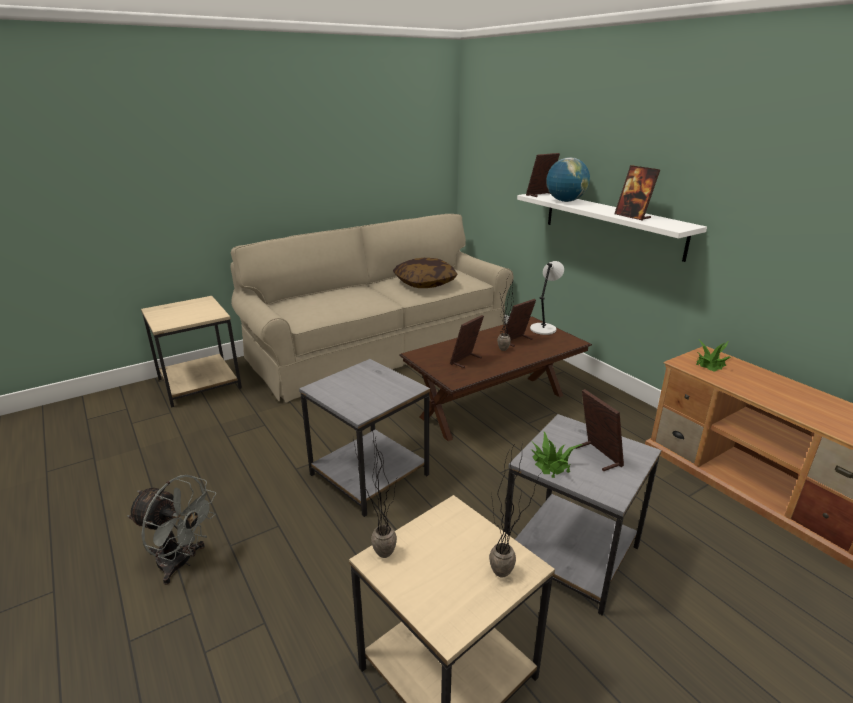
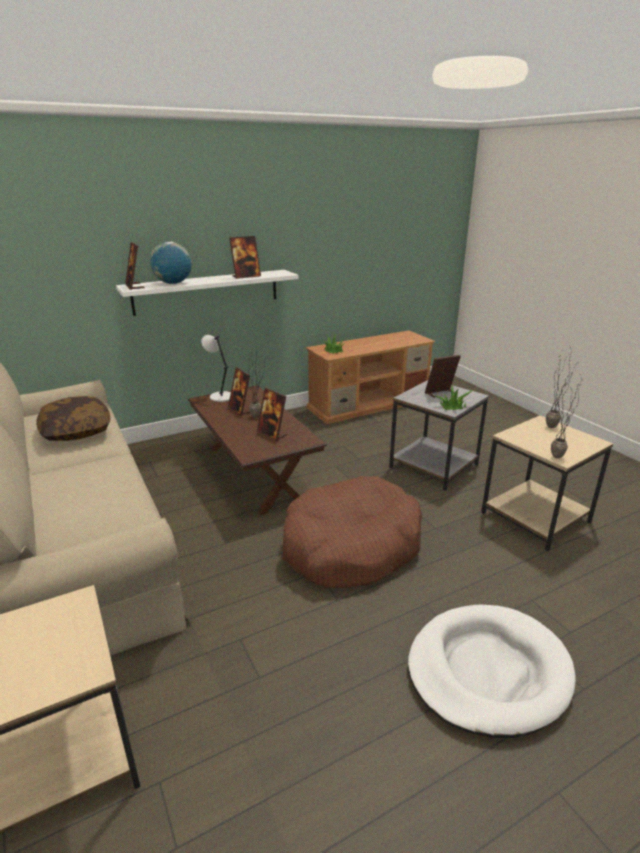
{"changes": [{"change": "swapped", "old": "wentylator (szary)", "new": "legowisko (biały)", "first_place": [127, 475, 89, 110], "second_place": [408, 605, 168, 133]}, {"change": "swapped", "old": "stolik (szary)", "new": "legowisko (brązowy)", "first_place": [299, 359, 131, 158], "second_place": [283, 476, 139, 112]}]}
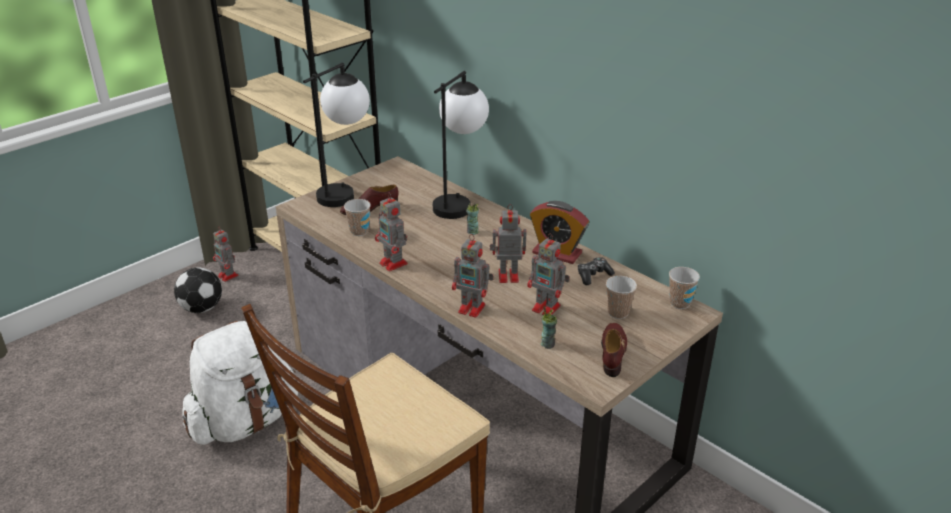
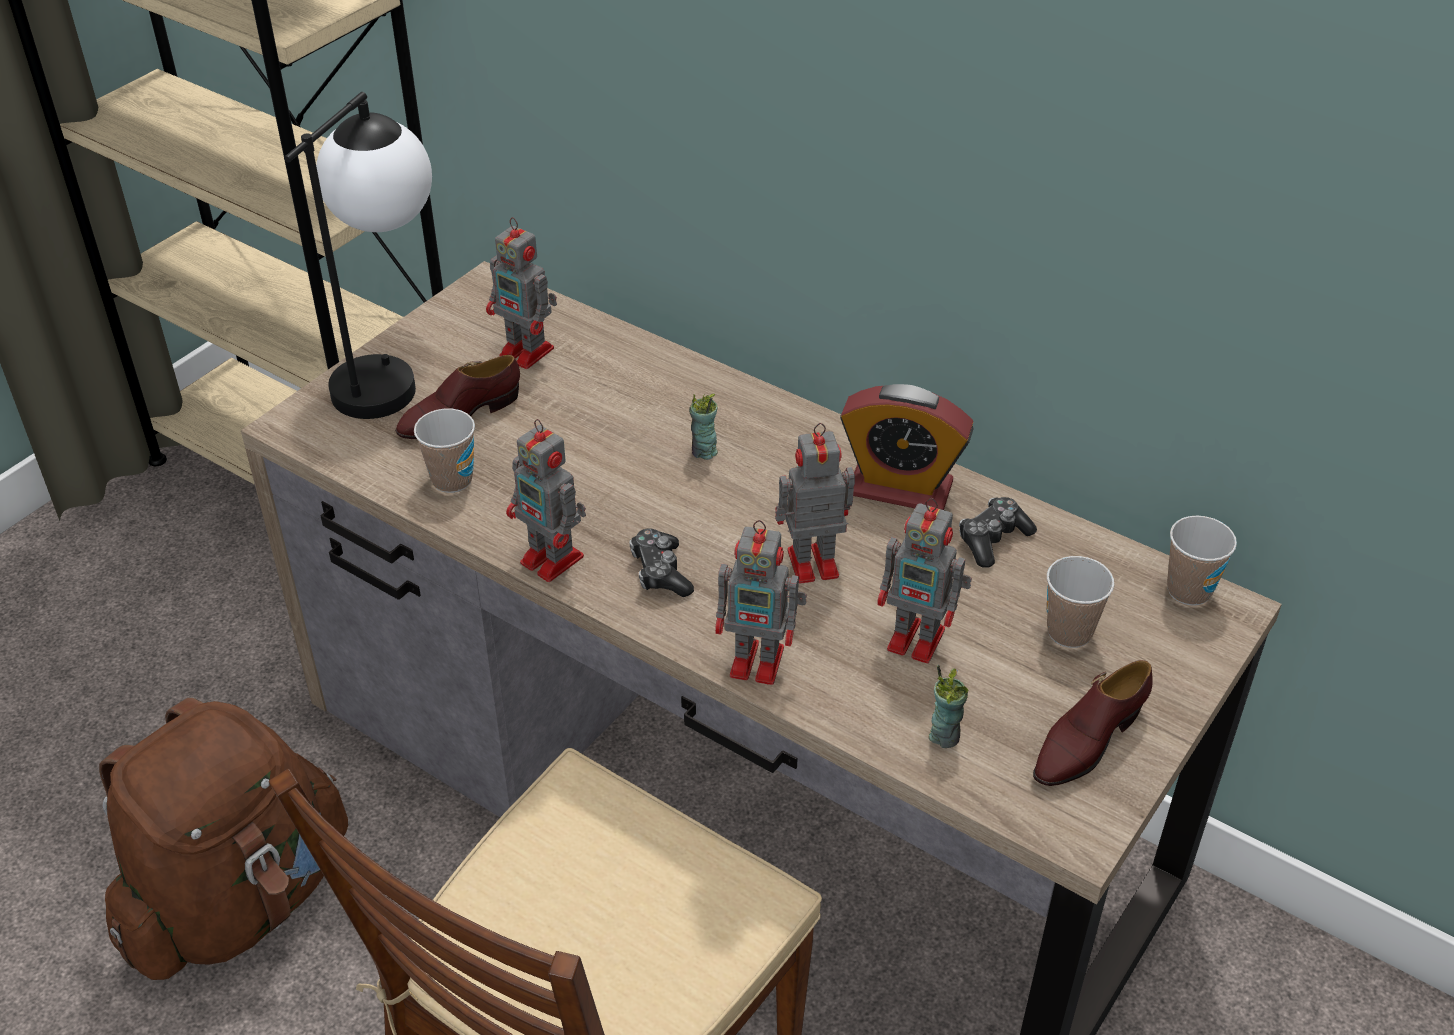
{"changes": [{"change": "gone", "old": "piłka futbolowa", "first_place": [174, 267, 48, 46]}, {"change": "gone", "old": "lampa stołowa", "first_place": [433, 71, 56, 148]}, {"change": "new", "new": "pad do gier", "second_place": [630, 528, 64, 69]}, {"change": "shifted", "old": "robot zabawkowy", "first_place": [213, 227, 25, 55], "second_place": [486, 217, 71, 152]}, {"change": "repainted", "old": "plecak (biały)", "new": "plecak (brązowy)", "first_place": [182, 321, 116, 124], "second_place": [99, 698, 249, 282]}, {"change": "rotated", "old": "but (brązowy)", "first_place": [601, 323, 26, 54], "second_place": [1033, 660, 120, 126], "degrees": -135}]}
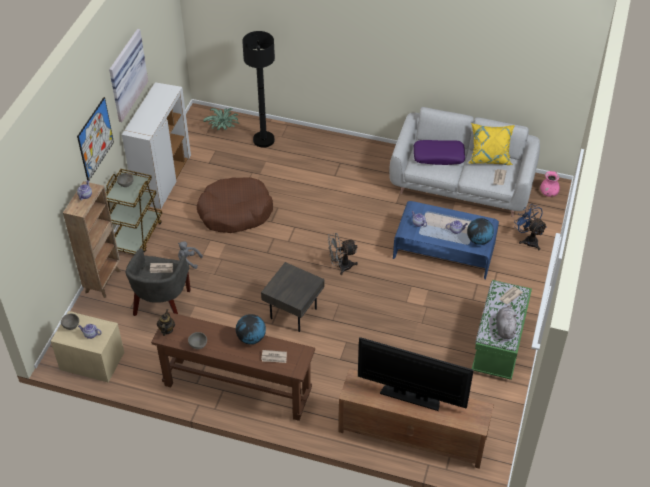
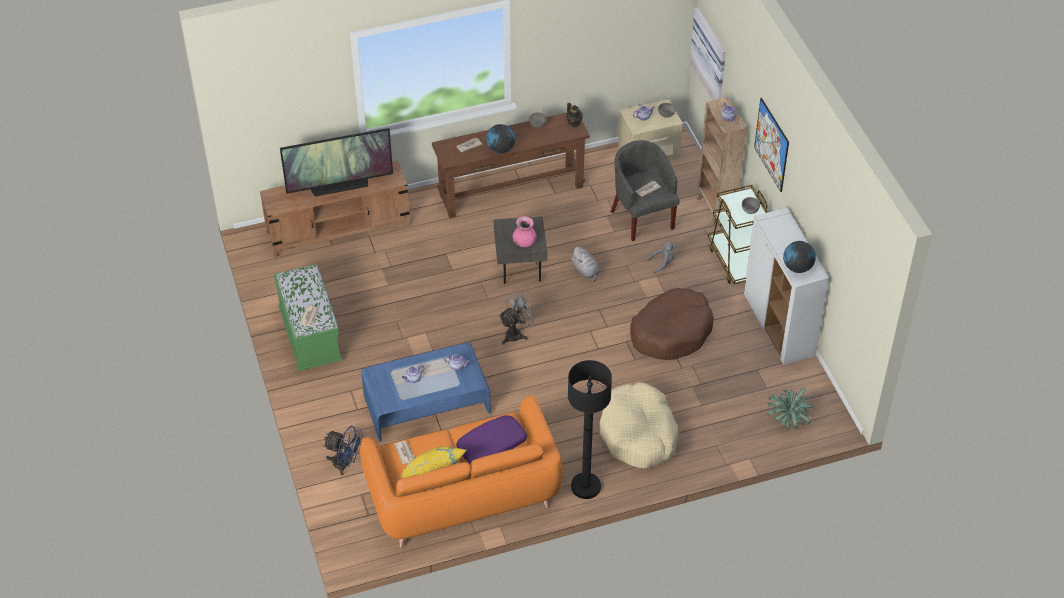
{"changes": [{"change": "new", "new": "legowisko (beżowy)", "second_place": [599, 382, 80, 86]}, {"change": "shifted", "old": "obraz", "first_place": [109, 29, 39, 93], "second_place": [690, 7, 36, 94]}, {"change": "shifted", "old": "lampa stojąca (czarny)", "first_place": [242, 31, 33, 117], "second_place": [568, 360, 44, 139]}, {"change": "shifted", "old": "globus", "first_place": [467, 218, 27, 27], "second_place": [783, 241, 33, 32]}, {"change": "shifted", "old": "pluszak (szary)", "first_place": [496, 304, 21, 35], "second_place": [570, 246, 30, 36]}, {"change": "shifted", "old": "wazon (różowy)", "first_place": [540, 171, 20, 26], "second_place": [513, 216, 24, 31]}, {"change": "repainted", "old": "kanapa (szary)", "new": "kanapa (pomarańczowy)", "first_place": [389, 107, 151, 110], "second_place": [360, 395, 203, 153]}]}
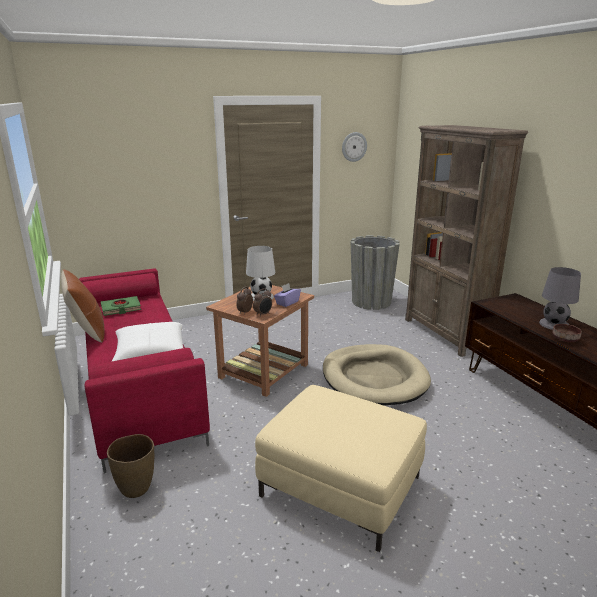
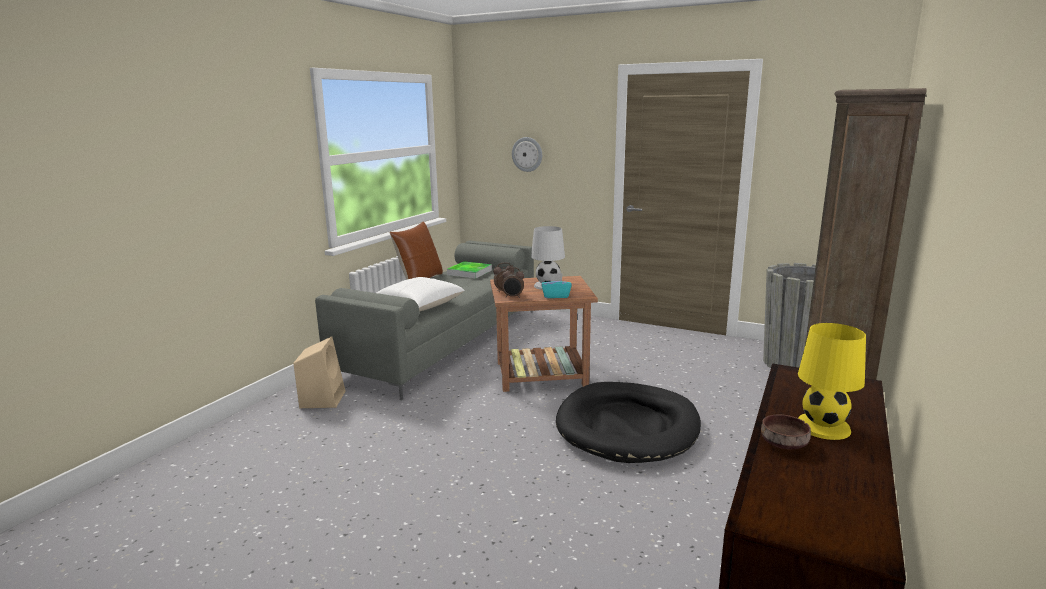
{"changes": [{"change": "gone", "old": "pufa (beżowy)", "first_place": [255, 385, 172, 167]}, {"change": "shifted", "old": "zegar ścienny", "first_place": [342, 132, 25, 30], "second_place": [512, 137, 30, 35]}, {"change": "swapped", "old": "książka (zielony)", "new": "taca", "first_place": [101, 296, 40, 20], "second_place": [447, 261, 45, 18]}, {"change": "swapped", "old": "wazon (brązowy)", "new": "głośnik (beżowy)", "first_place": [107, 434, 47, 64], "second_place": [294, 336, 51, 72]}, {"change": "repainted", "old": "kanapa (czerwony)", "new": "kanapa (szary)", "first_place": [79, 268, 131, 206], "second_place": [315, 241, 219, 159]}, {"change": "repainted", "old": "pudełko chusteczek (fioletowy)", "new": "pudełko chusteczek (turkusowy)", "first_place": [274, 283, 27, 24], "second_place": [541, 273, 31, 25]}, {"change": "repainted", "old": "legowisko (beżowy)", "new": "legowisko (czarny)", "first_place": [323, 344, 108, 61], "second_place": [556, 382, 145, 81]}, {"change": "repainted", "old": "lampa stołowa (szary)", "new": "lampa stołowa (żółty)", "first_place": [539, 267, 42, 63], "second_place": [798, 323, 68, 117]}]}
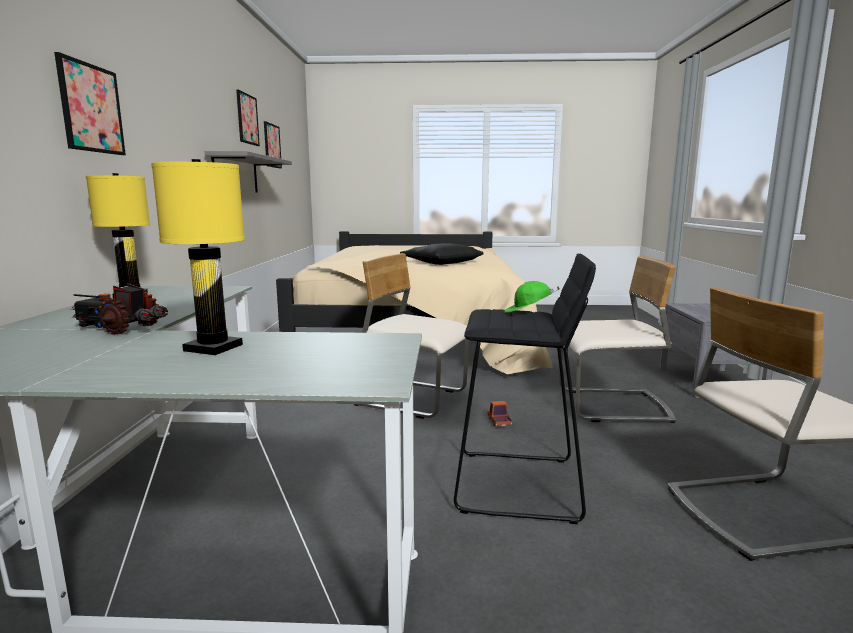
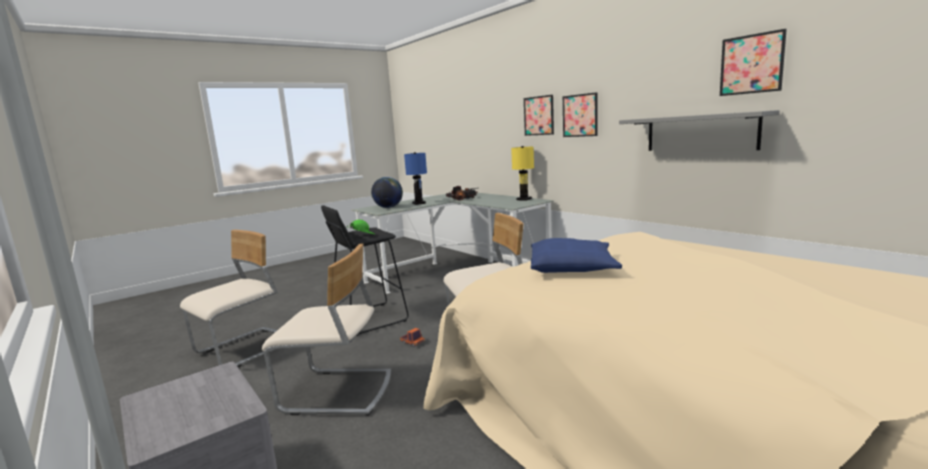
{"changes": [{"change": "new", "new": "globus", "second_place": [371, 177, 32, 31]}, {"change": "shifted", "old": "obraz", "first_place": [264, 121, 18, 47], "second_place": [563, 92, 35, 45]}, {"change": "repainted", "old": "lampa stołowa (żółty)", "new": "lampa stołowa (niebieski)", "first_place": [151, 159, 94, 196], "second_place": [404, 152, 23, 53]}, {"change": "repainted", "old": "poduszka (czarny)", "new": "poduszka (niebieski)", "first_place": [400, 243, 83, 22], "second_place": [531, 238, 91, 35]}, {"change": "rotated", "old": "krzesło (beżowy)", "first_place": [559, 256, 117, 167], "second_place": [262, 244, 129, 172], "degrees": -135}]}
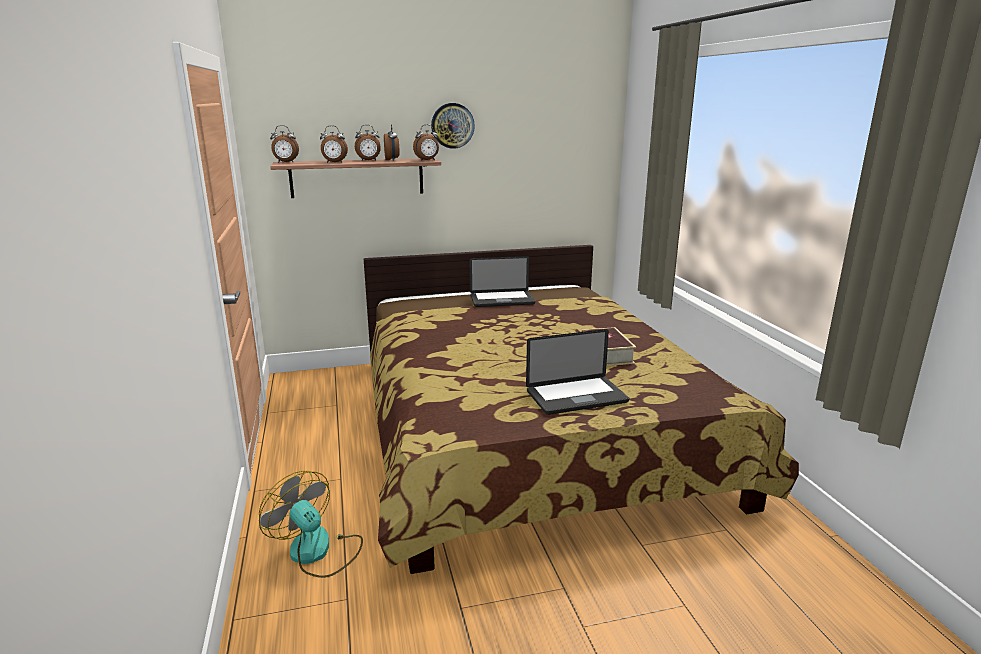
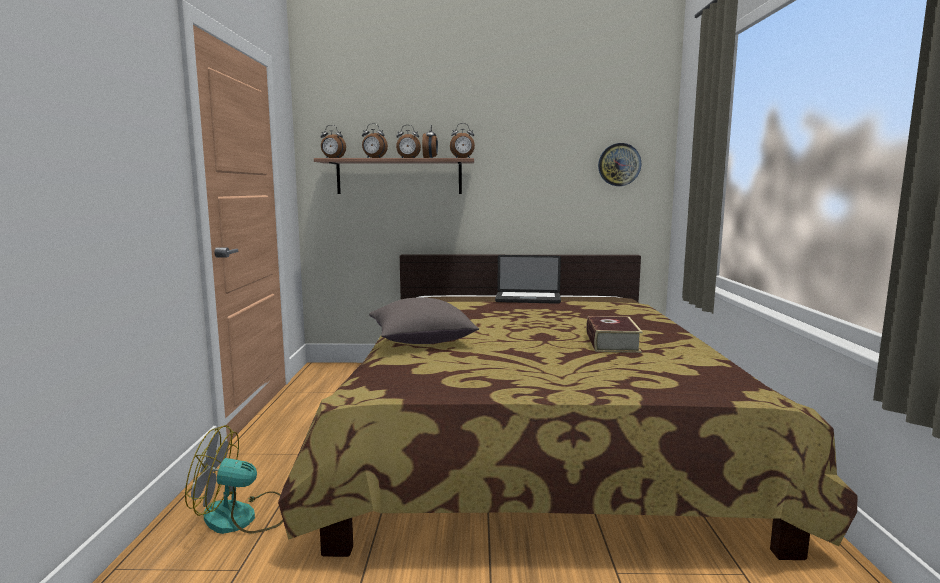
{"changes": [{"change": "gone", "old": "laptop", "first_place": [526, 329, 103, 86]}, {"change": "new", "new": "poduszka (szary)", "second_place": [369, 298, 110, 46]}, {"change": "shifted", "old": "zegar ścienny", "first_place": [431, 103, 44, 46], "second_place": [598, 143, 43, 43]}, {"change": "rotated", "old": "wentylator", "first_place": [259, 471, 104, 107], "second_place": [185, 425, 98, 109], "degrees": -60}]}
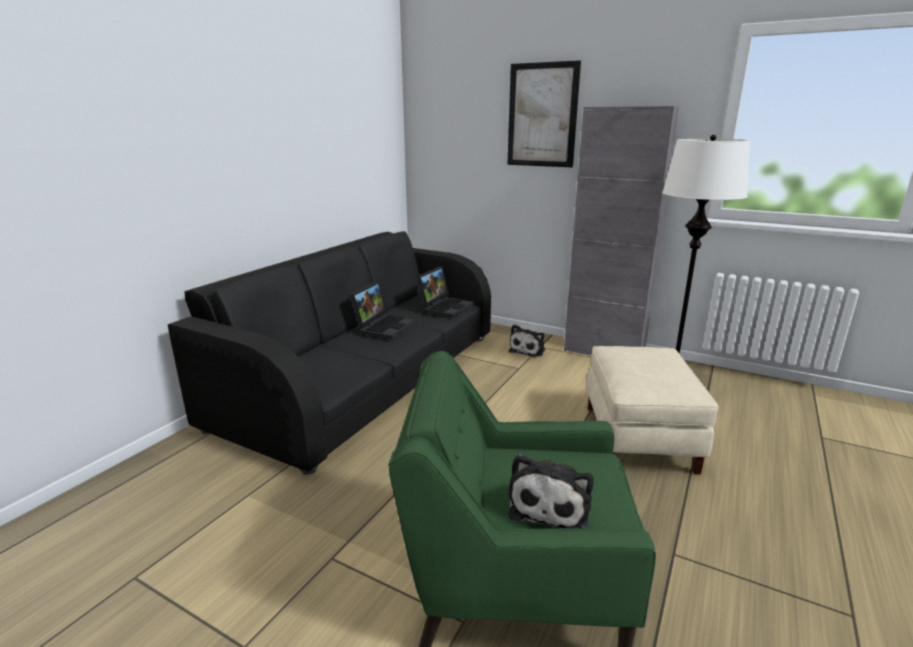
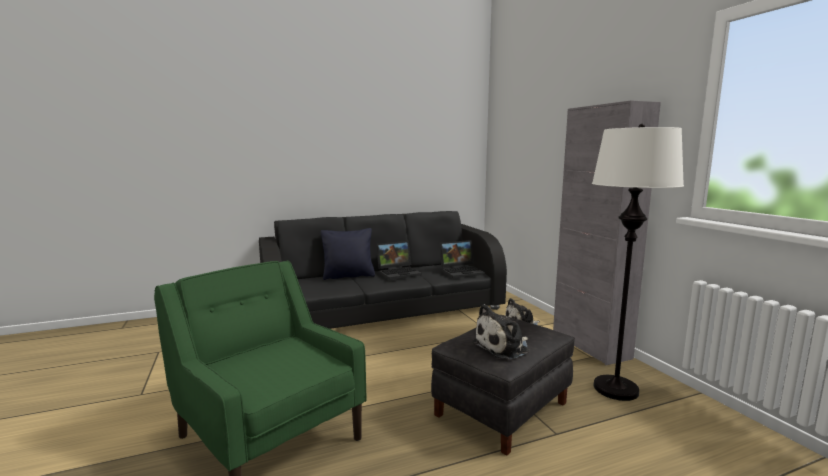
{"changes": [{"change": "gone", "old": "obraz", "first_place": [507, 60, 74, 107]}, {"change": "new", "new": "poduszka (czarny)", "second_place": [321, 228, 54, 52]}, {"change": "shifted", "old": "pluszak", "first_place": [508, 454, 86, 75], "second_place": [472, 304, 57, 55]}, {"change": "repainted", "old": "pufa (beżowy)", "new": "pufa (czarny)", "first_place": [586, 346, 133, 129], "second_place": [431, 317, 144, 138]}]}
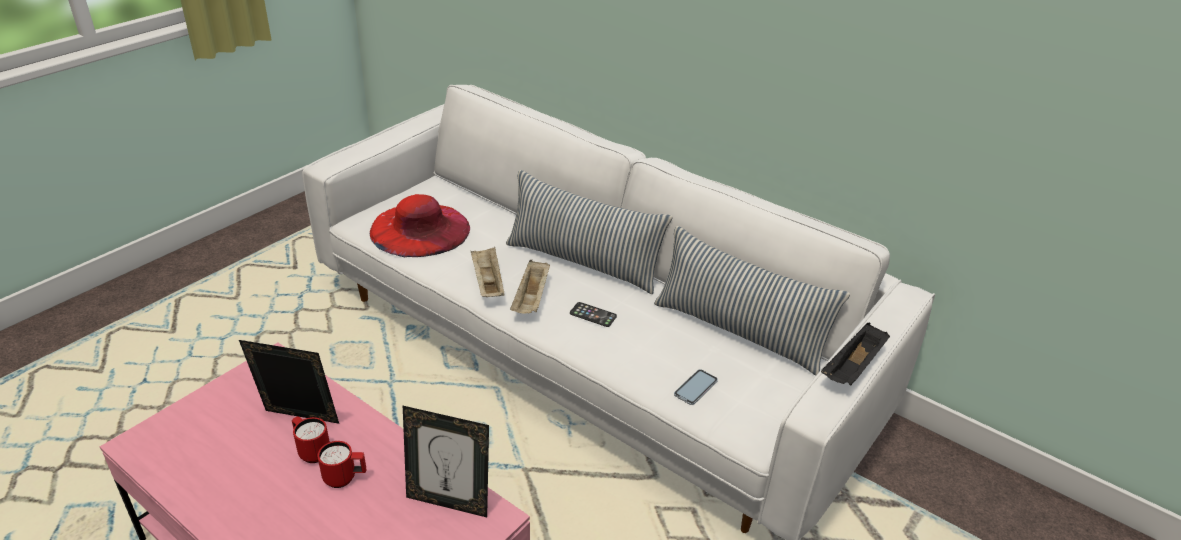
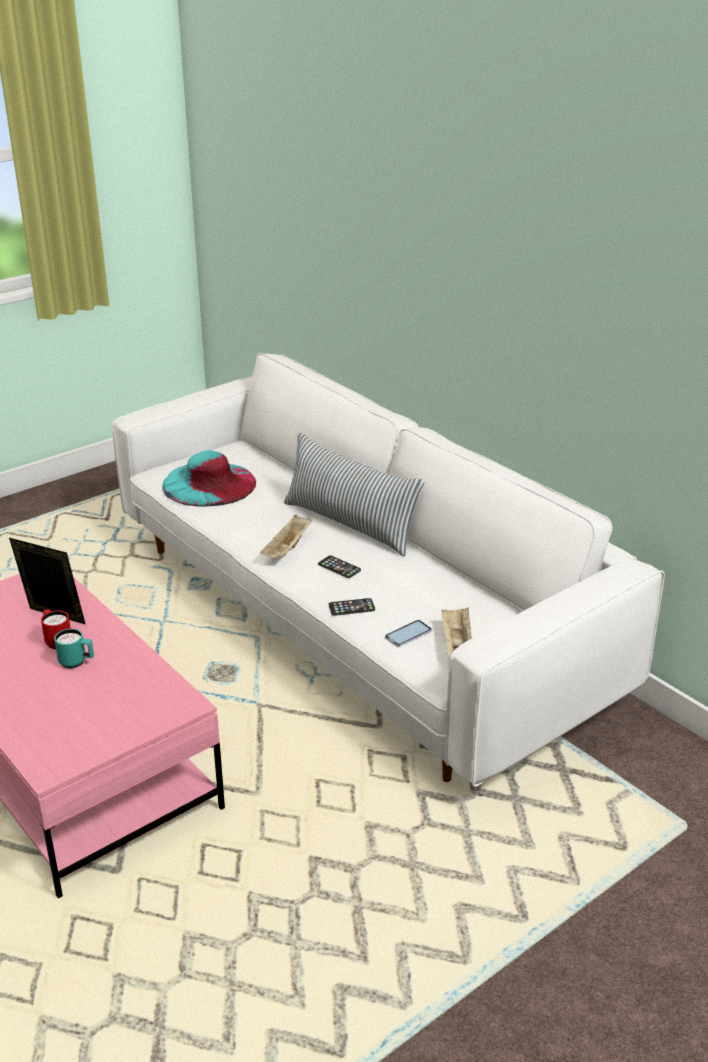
{"changes": [{"change": "gone", "old": "ramka na zdjęcie", "first_place": [403, 406, 86, 111]}, {"change": "gone", "old": "poduszka", "first_place": [654, 226, 196, 149]}, {"change": "gone", "old": "taca (czarny)", "first_place": [821, 323, 69, 62]}, {"change": "new", "new": "telefon", "second_place": [329, 598, 46, 18]}, {"change": "shifted", "old": "taca (beżowy)", "first_place": [471, 247, 33, 50], "second_place": [441, 608, 30, 52]}, {"change": "repainted", "old": "kubek (czerwony)", "new": "kubek (turkusowy)", "first_place": [317, 441, 49, 47], "second_place": [54, 629, 40, 40]}, {"change": "repainted", "old": "kapelusz (czerwony)", "new": "kapelusz (turkusowy)", "first_place": [370, 194, 100, 63], "second_place": [162, 450, 94, 56]}]}
